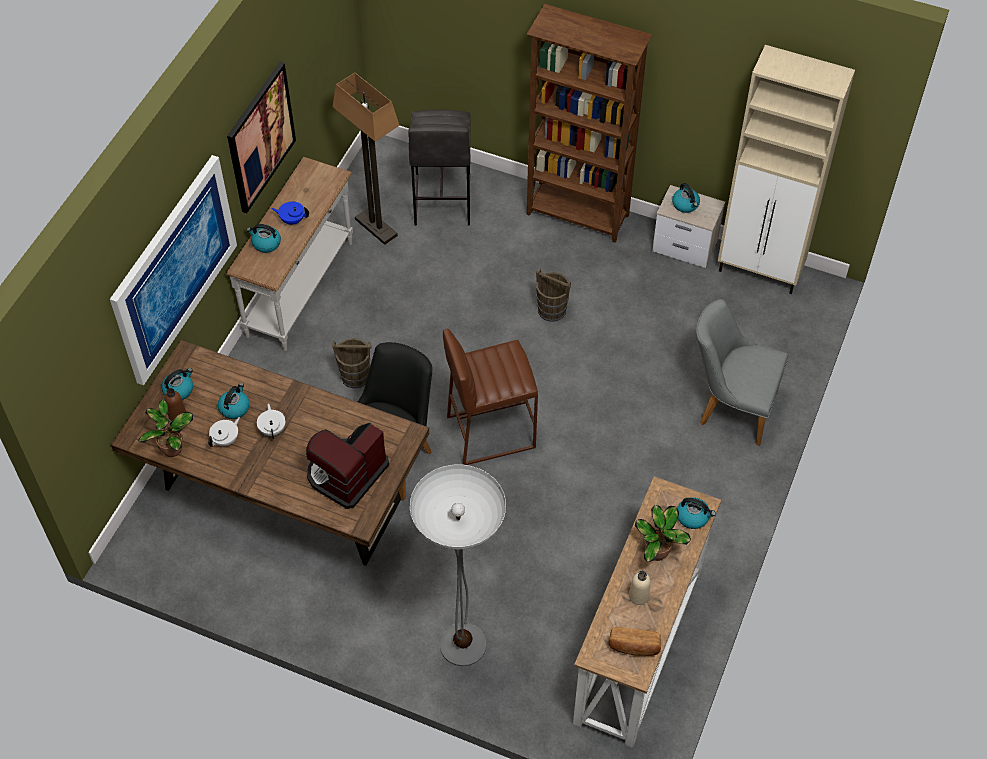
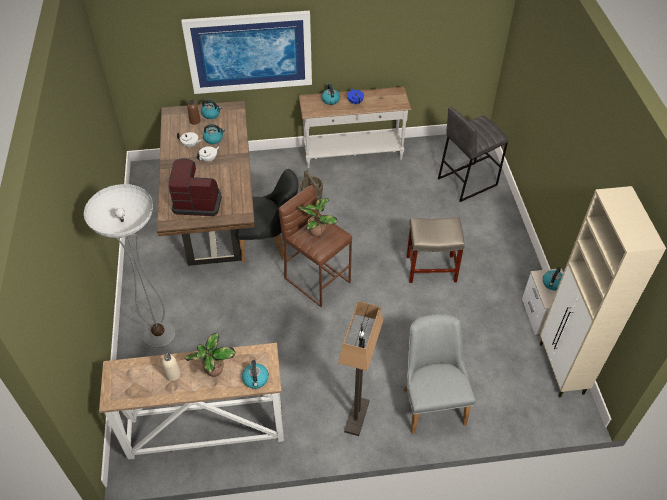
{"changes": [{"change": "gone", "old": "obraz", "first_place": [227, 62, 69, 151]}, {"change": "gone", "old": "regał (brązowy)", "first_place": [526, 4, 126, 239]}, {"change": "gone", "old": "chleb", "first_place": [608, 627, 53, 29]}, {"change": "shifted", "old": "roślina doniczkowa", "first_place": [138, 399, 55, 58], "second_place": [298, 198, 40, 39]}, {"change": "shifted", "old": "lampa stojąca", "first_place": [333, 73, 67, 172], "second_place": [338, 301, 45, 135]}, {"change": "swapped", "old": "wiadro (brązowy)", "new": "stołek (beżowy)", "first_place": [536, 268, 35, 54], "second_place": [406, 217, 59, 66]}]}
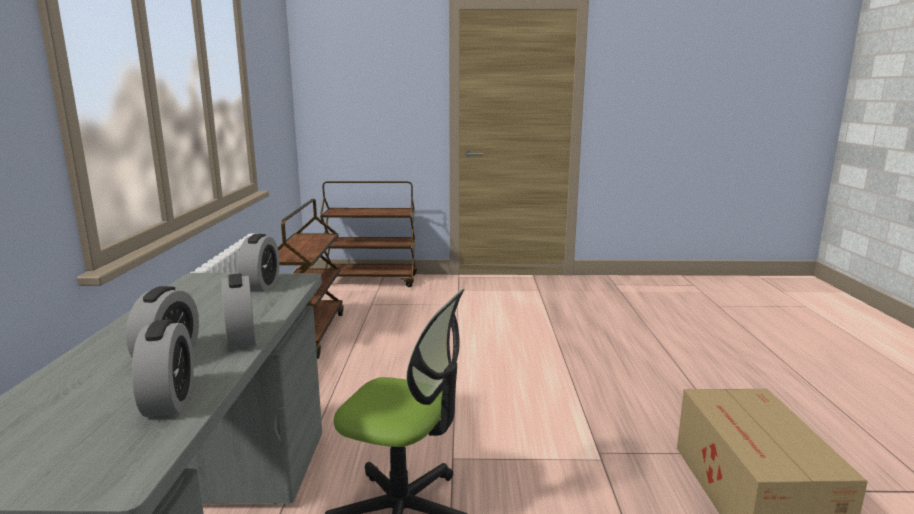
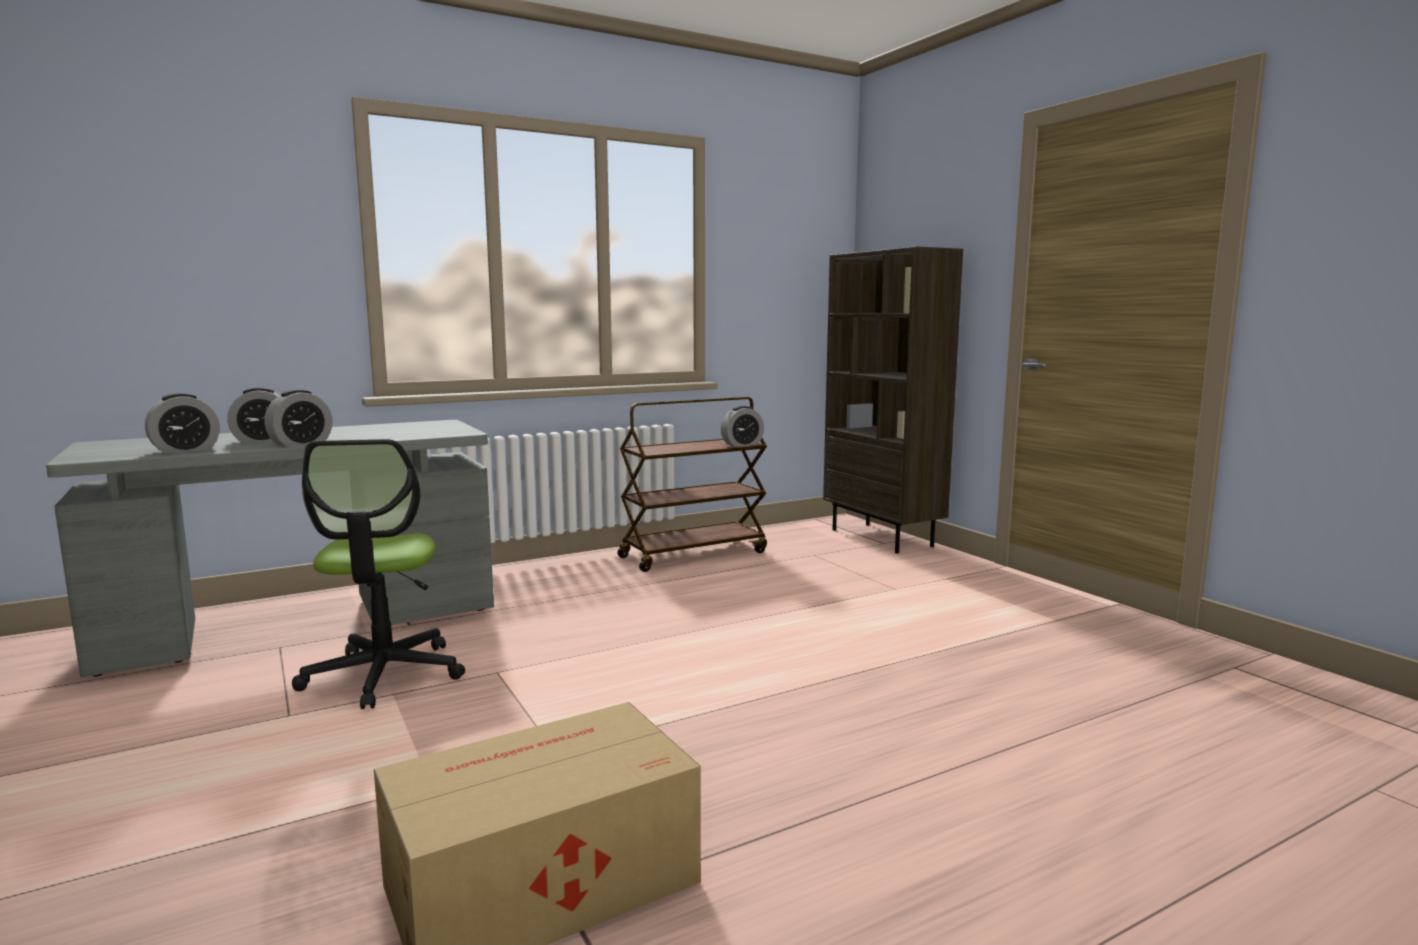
{"changes": [{"change": "shifted", "old": "budzik", "first_place": [238, 234, 42, 57], "second_place": [721, 406, 43, 41]}, {"change": "swapped", "old": "wózek (brązowy)", "new": "regał (brązowy)", "first_place": [320, 181, 97, 106], "second_place": [823, 246, 140, 308]}]}
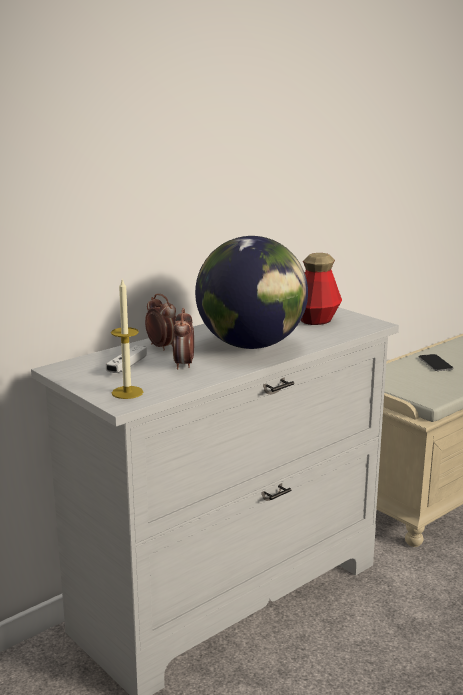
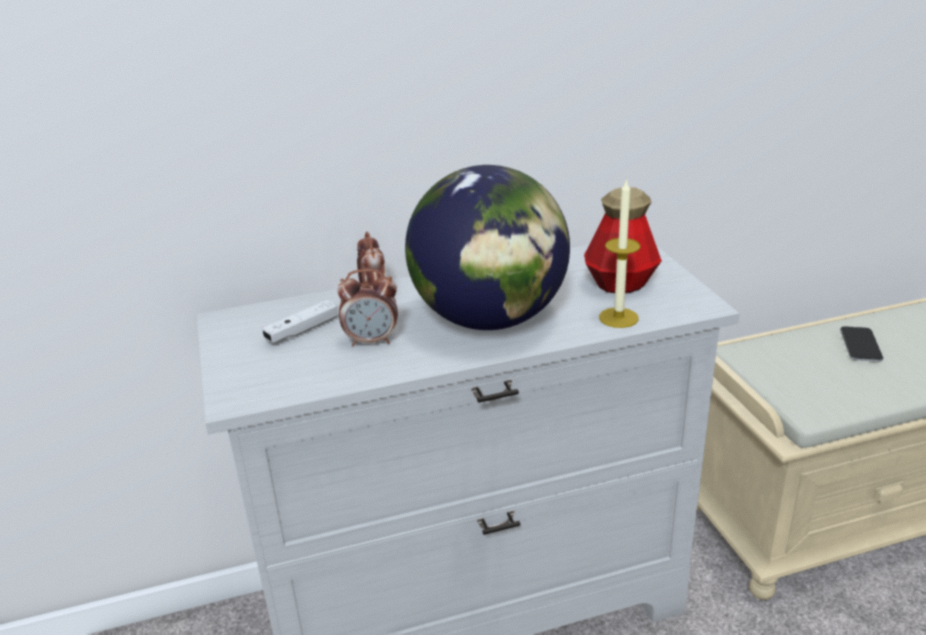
{"changes": [{"change": "shifted", "old": "świeca", "first_place": [111, 278, 32, 121], "second_place": [599, 178, 41, 150]}, {"change": "rotated", "old": "budzik", "first_place": [173, 308, 21, 61], "second_place": [337, 269, 61, 77], "degrees": -120}]}
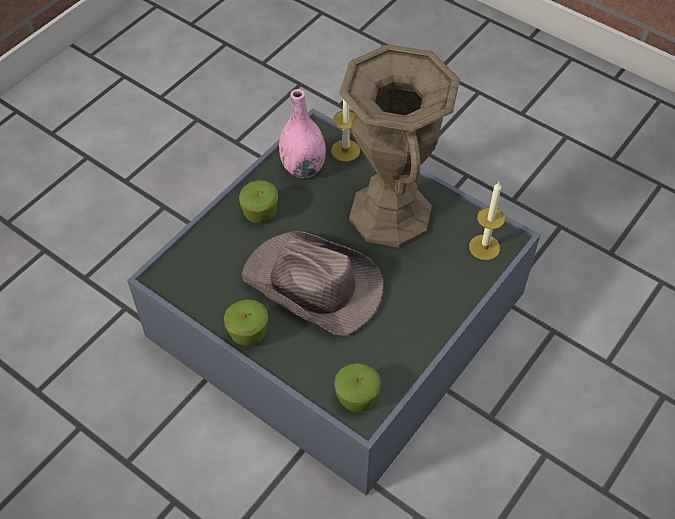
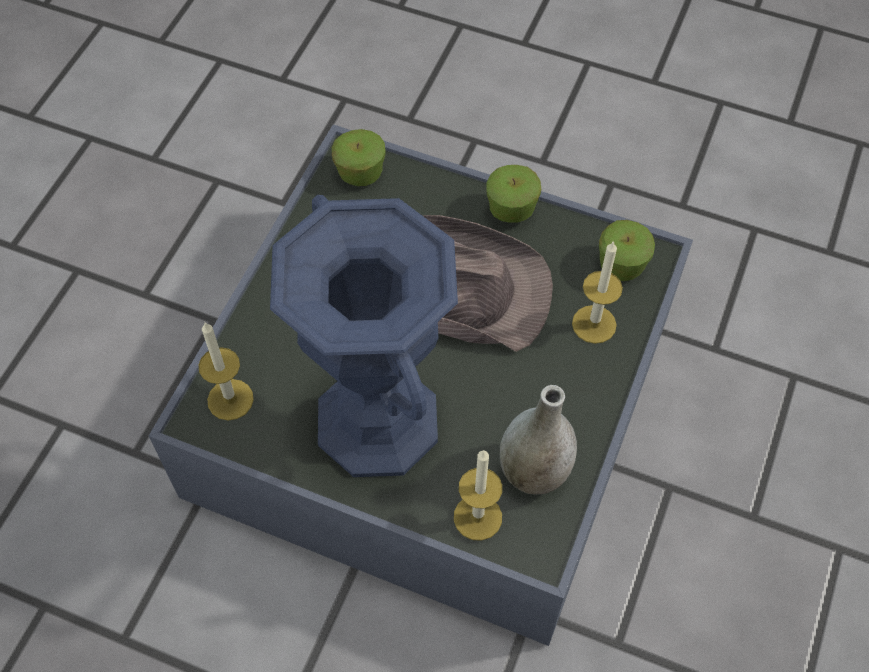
{"changes": [{"change": "new", "new": "świeca", "second_place": [572, 241, 51, 103]}, {"change": "shifted", "old": "jabłko", "first_place": [239, 180, 39, 43], "second_place": [599, 220, 56, 61]}, {"change": "repainted", "old": "wazon (różowy)", "new": "wazon (szary)", "first_place": [279, 89, 47, 90], "second_place": [500, 385, 77, 110]}, {"change": "repainted", "old": "wazon (brązowy)", "new": "wazon (niebieski)", "first_place": [339, 44, 121, 204], "second_place": [270, 195, 188, 282]}]}
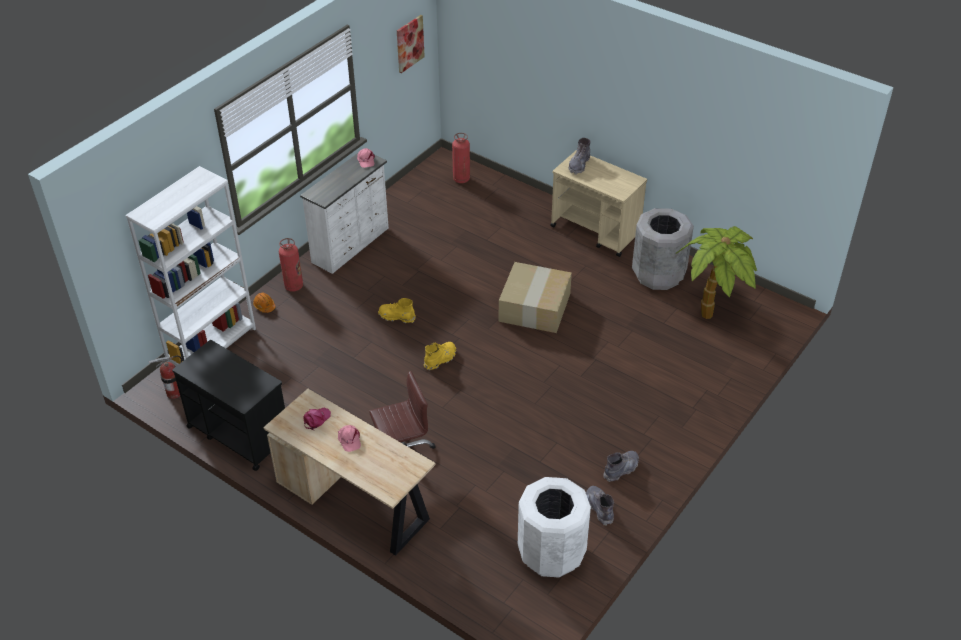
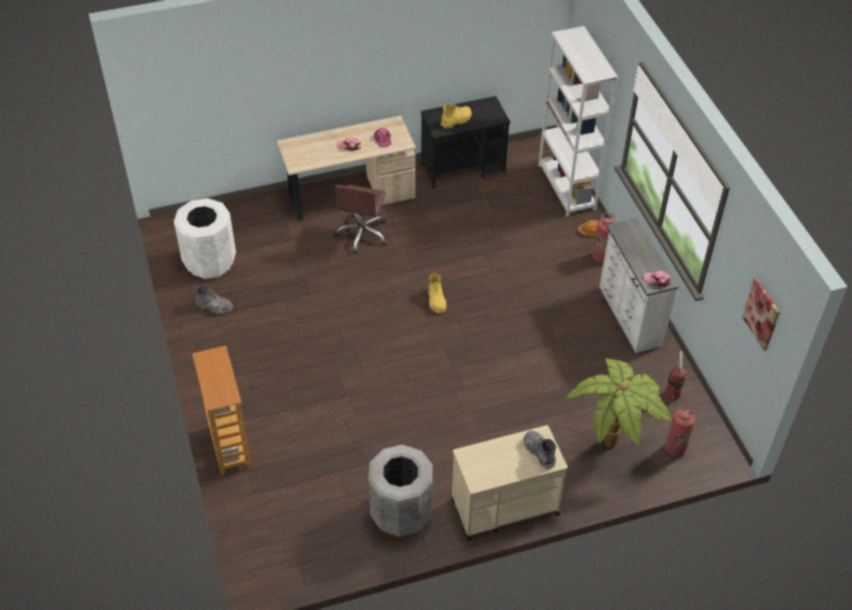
{"changes": [{"change": "gone", "old": "karton", "first_place": [499, 262, 73, 71]}, {"change": "gone", "old": "but z cholewką (szary)", "first_place": [603, 451, 36, 31]}, {"change": "new", "new": "regał", "second_place": [192, 346, 60, 130]}, {"change": "shifted", "old": "gaśnica", "first_place": [149, 355, 33, 44], "second_place": [665, 351, 21, 51]}, {"change": "shifted", "old": "but z cholewką (żółty)", "first_place": [378, 298, 38, 25], "second_place": [441, 104, 31, 25]}, {"change": "shifted", "old": "roślina doniczkowa", "first_place": [675, 226, 82, 93], "second_place": [565, 358, 107, 90]}]}
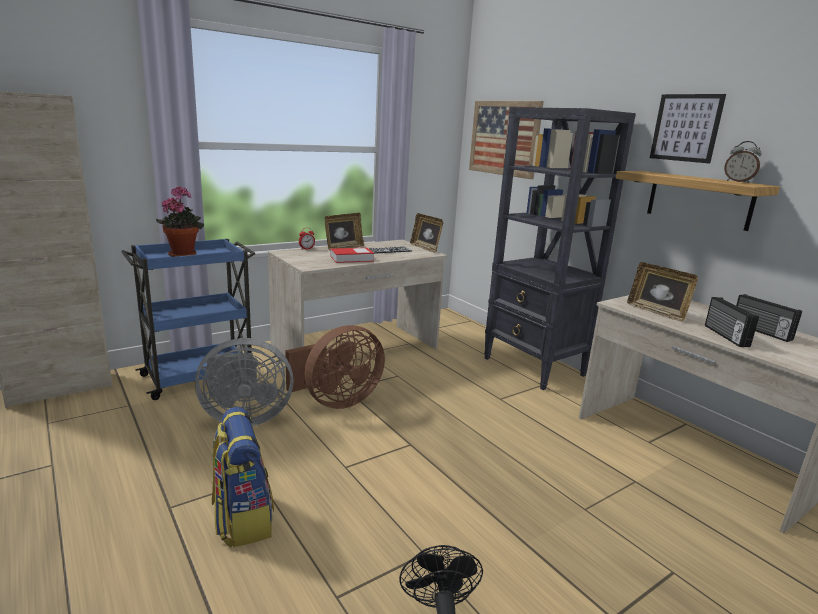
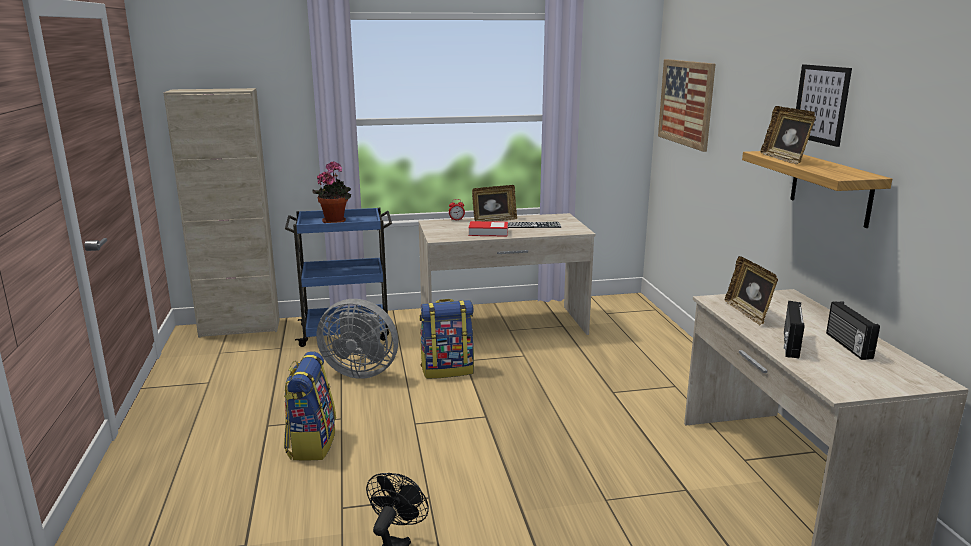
{"changes": [{"change": "gone", "old": "regał (czarny)", "first_place": [484, 107, 152, 283]}, {"change": "gone", "old": "budzik", "first_place": [724, 141, 37, 42]}, {"change": "shifted", "old": "ramka na zdjęcie", "first_place": [410, 213, 33, 40], "second_place": [760, 106, 56, 58]}, {"change": "swapped", "old": "wentylator (brązowy)", "new": "plecak", "first_place": [285, 325, 100, 84], "second_place": [419, 299, 55, 80]}]}
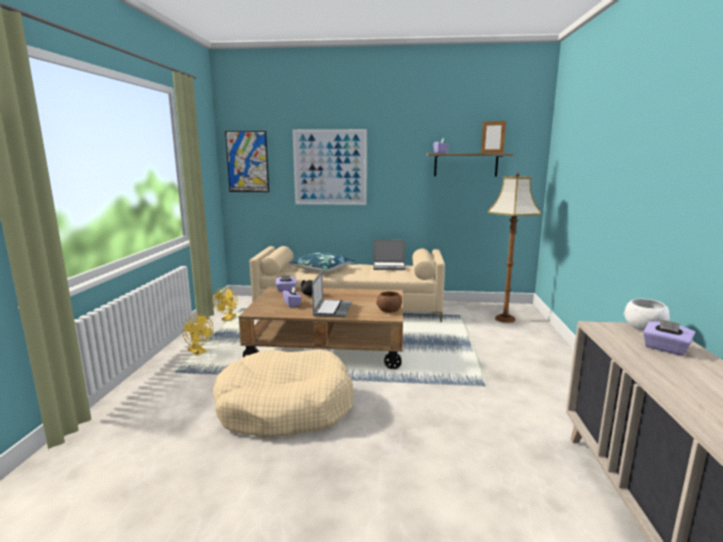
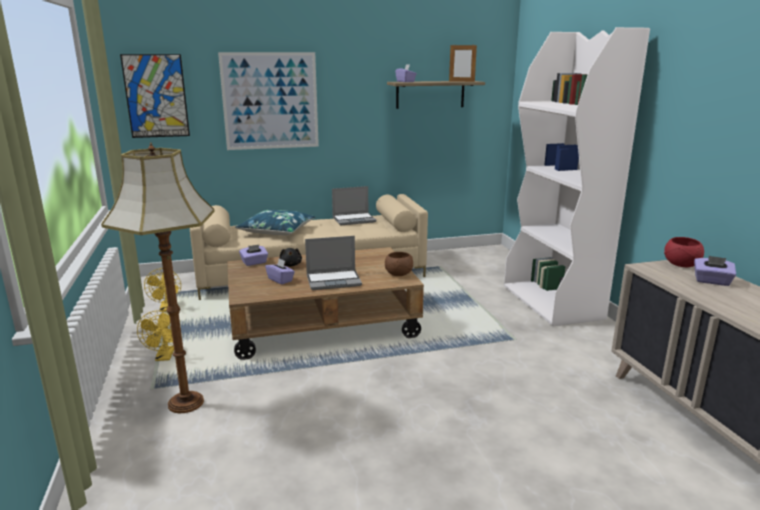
{"changes": [{"change": "gone", "old": "legowisko (beżowy)", "first_place": [213, 349, 141, 89]}, {"change": "new", "new": "regał (biały)", "second_place": [504, 27, 146, 299]}, {"change": "shifted", "old": "lampa stojąca", "first_place": [488, 172, 54, 151], "second_place": [101, 142, 114, 271]}, {"change": "repainted", "old": "miska (biały)", "new": "miska (czerwony)", "first_place": [624, 299, 46, 32], "second_place": [664, 237, 40, 31]}, {"change": "rotated", "old": "wentylator (żółty)", "first_place": [182, 314, 31, 41], "second_place": [137, 310, 37, 51], "degrees": 60}, {"change": "rotated", "old": "laptop", "first_place": [312, 271, 40, 46], "second_place": [305, 236, 57, 54], "degrees": 90}]}
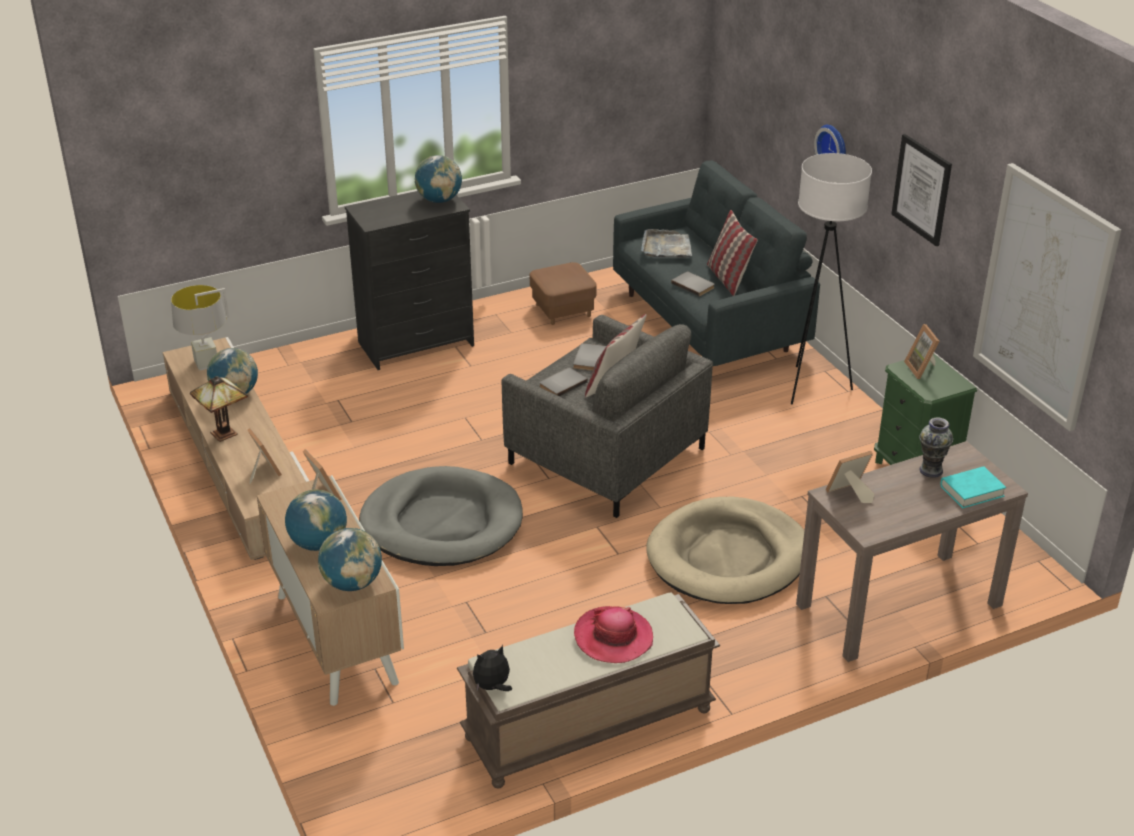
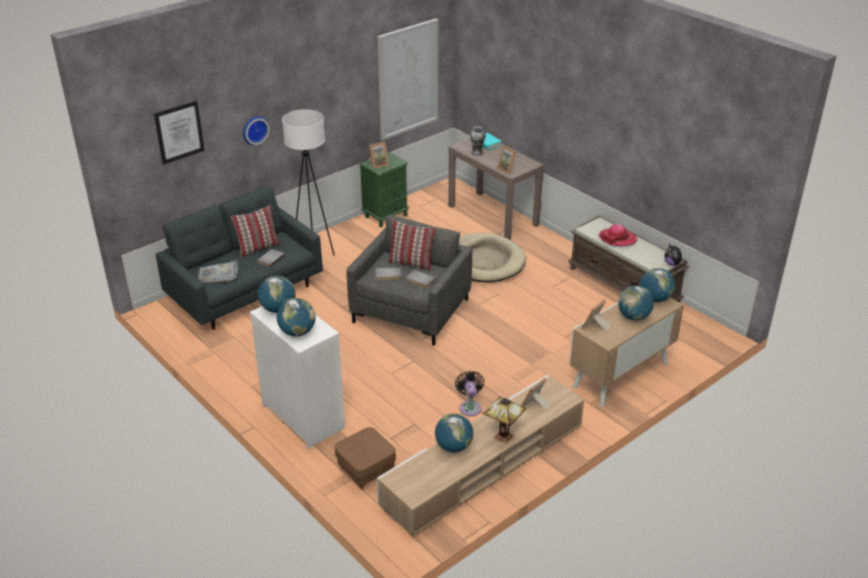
{"changes": [{"change": "gone", "old": "lampa stołowa (szary)", "first_place": [171, 285, 58, 85]}, {"change": "gone", "old": "legowisko (szary)", "first_place": [359, 466, 164, 100]}, {"change": "new", "new": "globus", "second_place": [277, 298, 39, 39]}, {"change": "new", "new": "wentylator (czarny)", "second_place": [455, 371, 30, 45]}, {"change": "shifted", "old": "pufa (brązowy)", "first_place": [530, 262, 67, 63], "second_place": [335, 427, 61, 62]}, {"change": "shifted", "old": "obraz", "first_place": [891, 134, 61, 112], "second_place": [154, 101, 51, 63]}, {"change": "repainted", "old": "komoda (czarny)", "new": "komoda (biały)", "first_place": [345, 191, 129, 179], "second_place": [250, 306, 95, 143]}]}
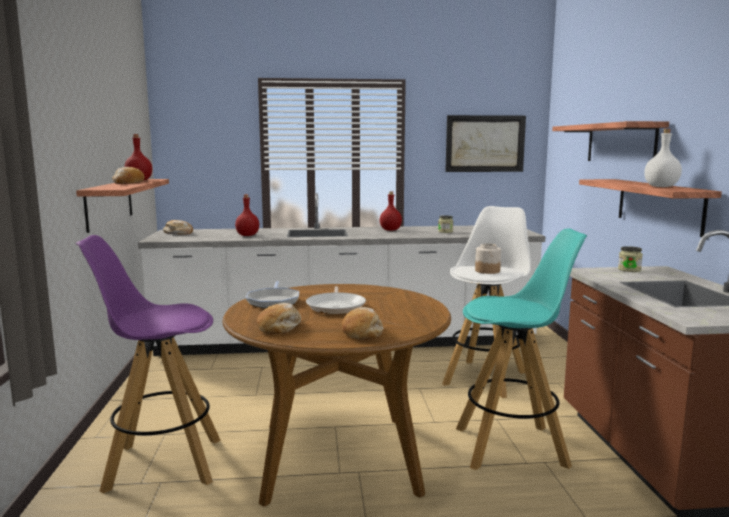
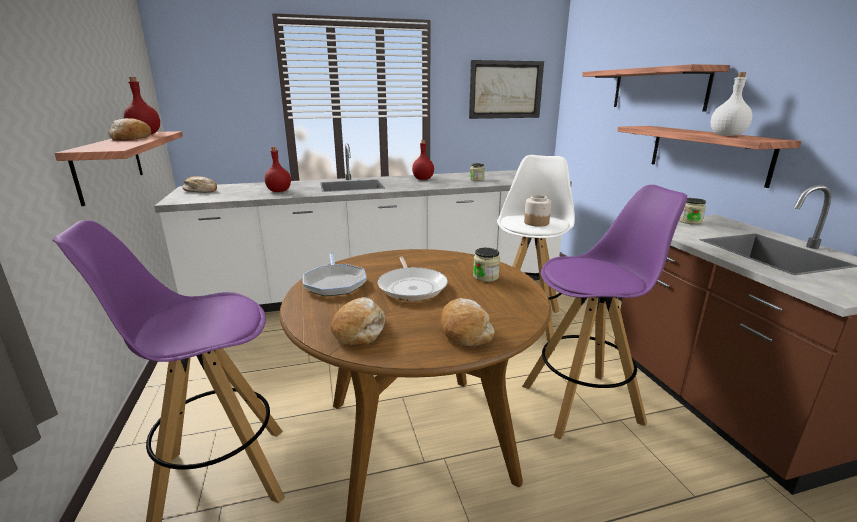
{"changes": [{"change": "new", "new": "słoik", "second_place": [473, 248, 27, 34]}, {"change": "repainted", "old": "stołek (turkusowy)", "new": "stołek (fioletowy)", "first_place": [456, 228, 131, 242], "second_place": [522, 185, 165, 255]}]}
